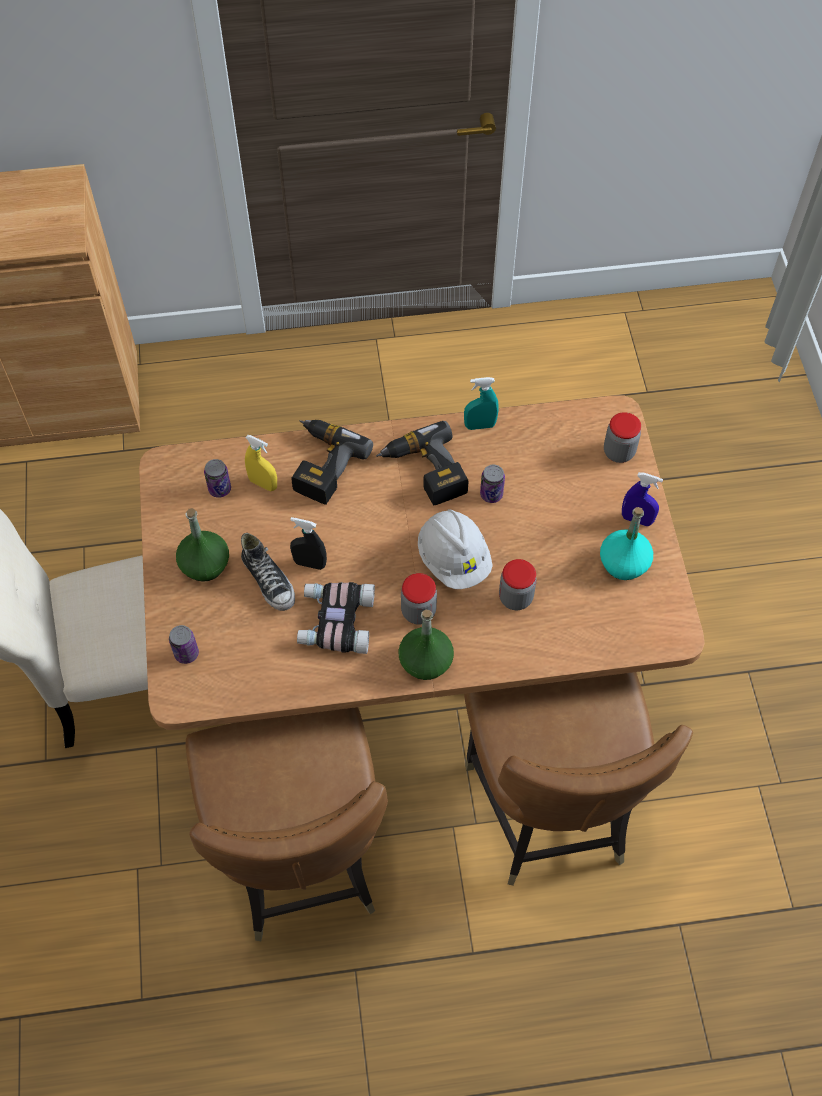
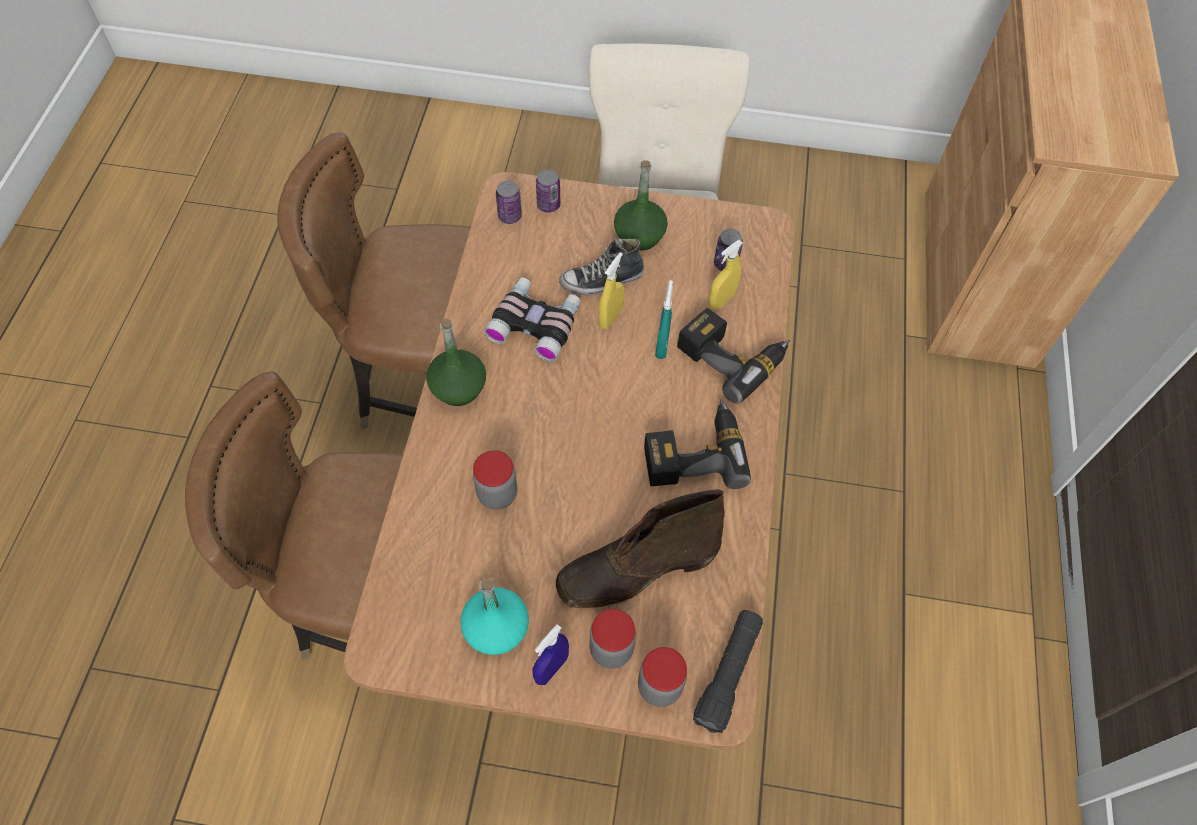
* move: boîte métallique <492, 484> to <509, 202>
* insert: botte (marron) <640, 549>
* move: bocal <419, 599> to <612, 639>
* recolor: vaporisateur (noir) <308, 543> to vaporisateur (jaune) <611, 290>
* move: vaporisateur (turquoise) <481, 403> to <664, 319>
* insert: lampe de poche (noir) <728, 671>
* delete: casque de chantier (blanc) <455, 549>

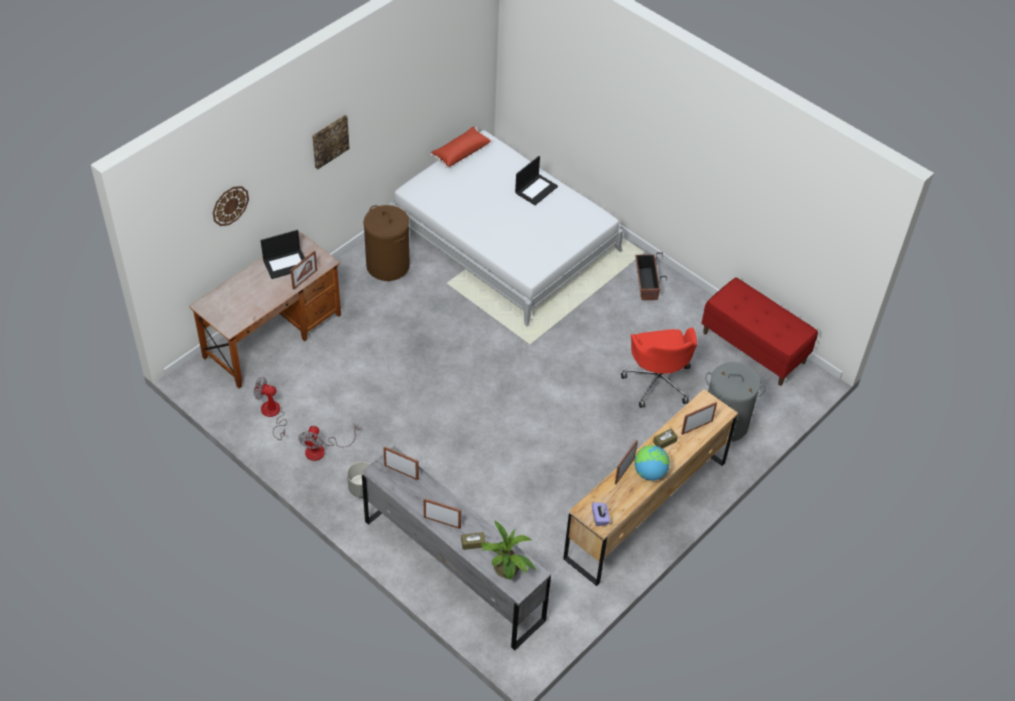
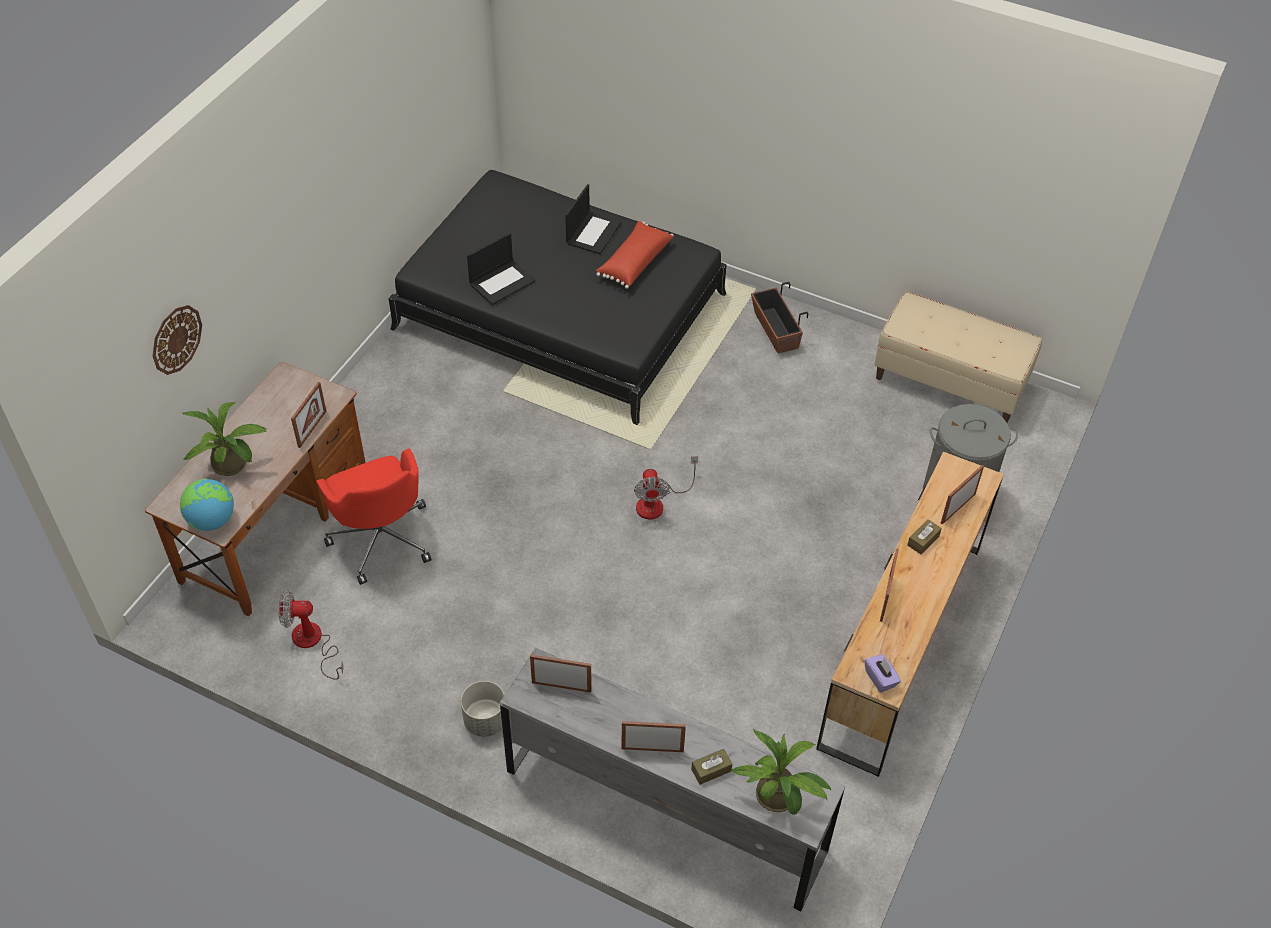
* move: globe <652, 463> to <207, 505>
* insert: plante en pot <224, 439>
* move: chaise de bureau (rouge) <659, 368> to <373, 516>
* recolor: lit (blanc) <505, 228> to lit (noir) <557, 297>
* move: ordinateur portable <283, 254> to <501, 269>
* move: coussin (rouge) <461, 147> to <635, 255>
* move: ventilateur <328, 442> to <666, 487>
* recolor: banc (rouge) <759, 332> to banc (beige) <958, 357>
* delete: tableau <331, 142>
* delete: panier à linge (marron) <387, 243>

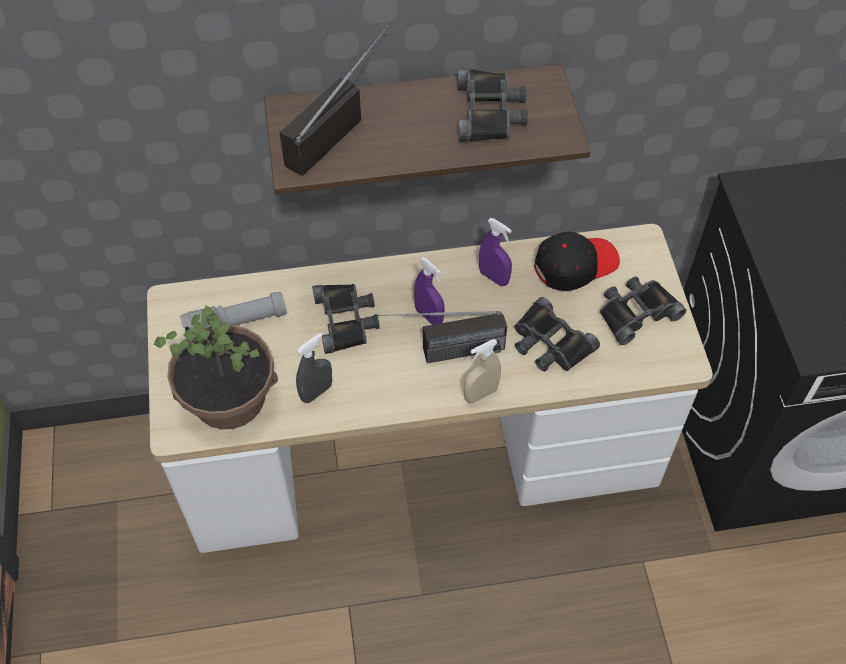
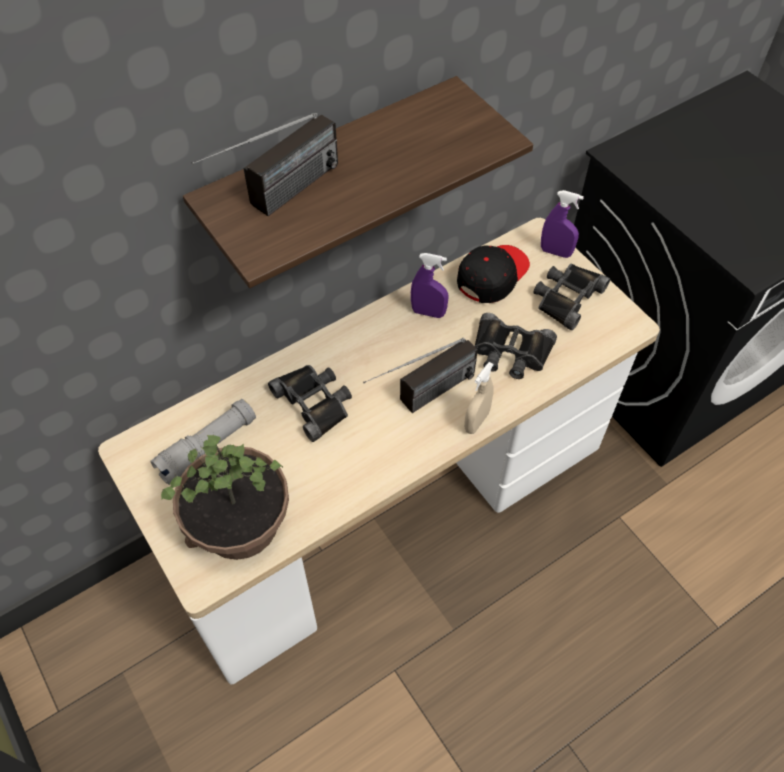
* rotate: radio <333, 101> = <265, 164> 150 degrees counterclockwise
* move: vaporisateur (violet) <429, 291> to <562, 224>
* delete: vaporisateur (gris) <314, 368>
* delete: jumelles (noir) <492, 105>

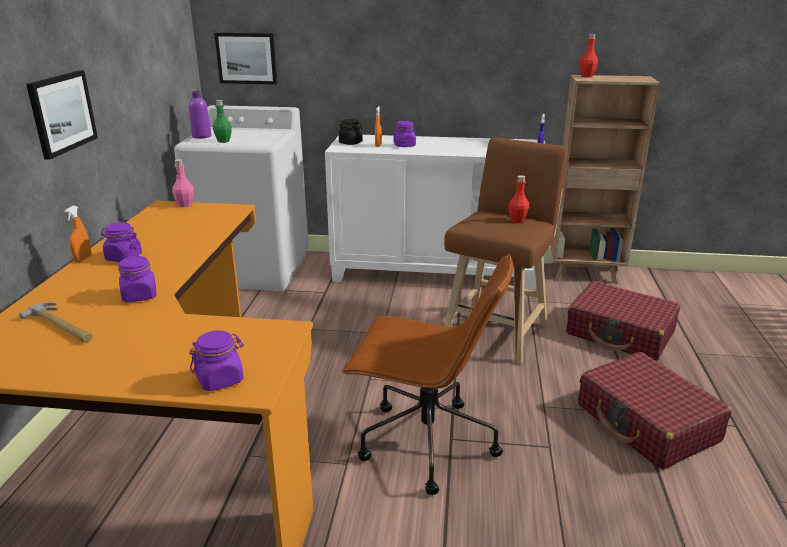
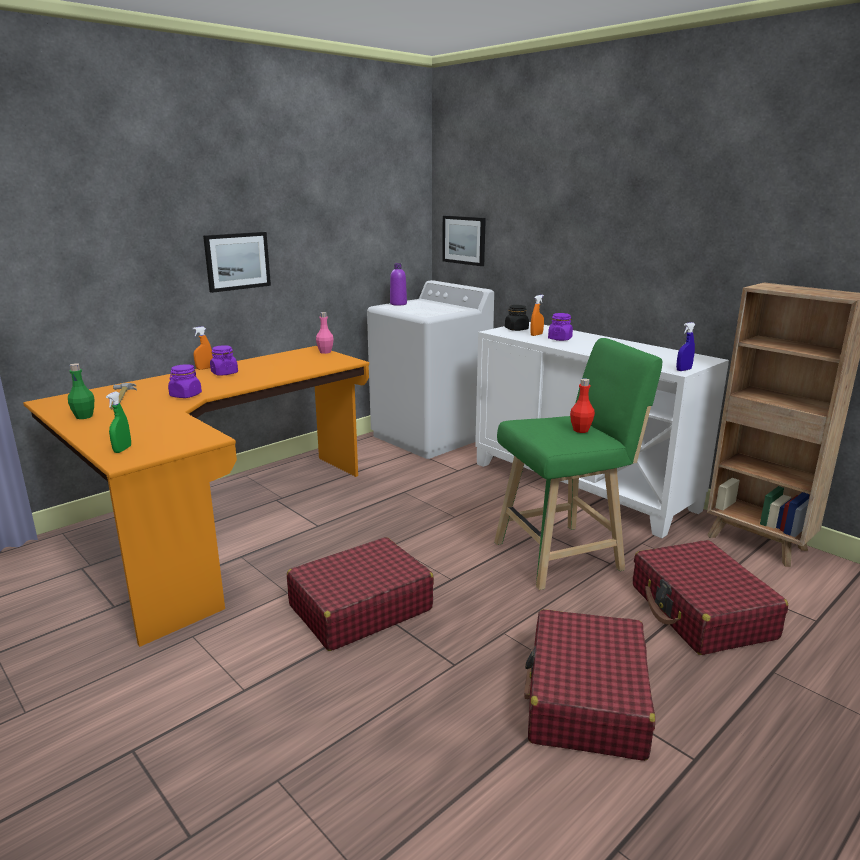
* move: bouteille (vert) <222, 121> to <81, 391>
* replace: bocal (violet) <216, 360> to vaporisateur (vert) <118, 422>
* replace: chaise de bureau (marron) <427, 374> to valise (rouge) <360, 594>
* recolor: tabouret (marron) <506, 251> to tabouret (vert) <578, 464>
* delete: bouteille (rouge) <588, 55>

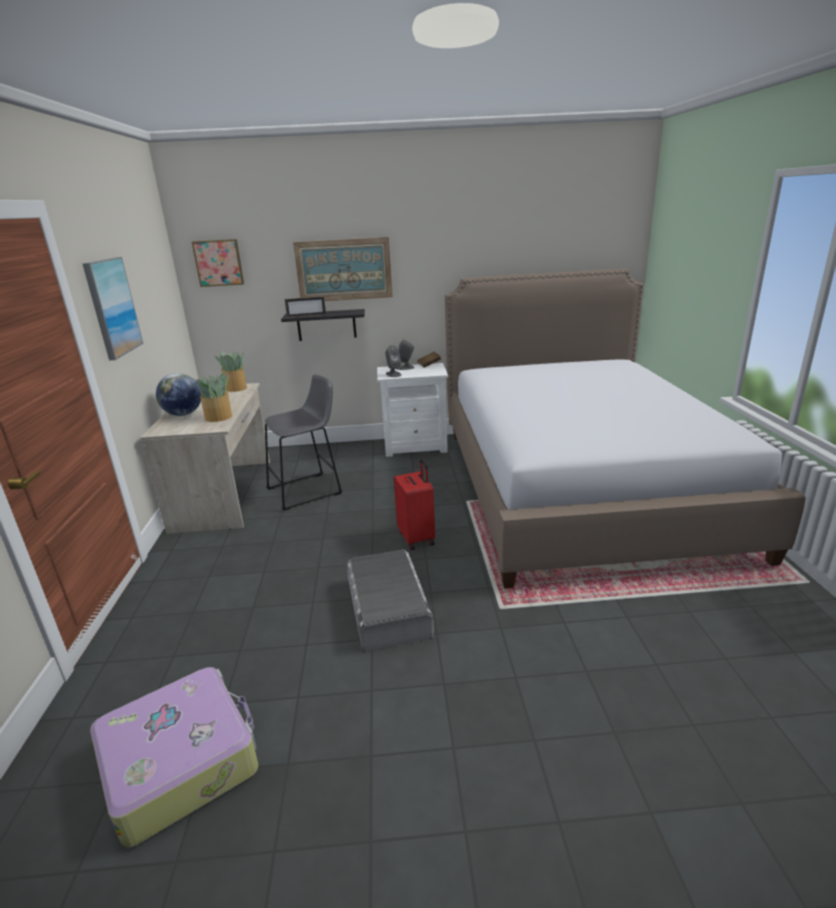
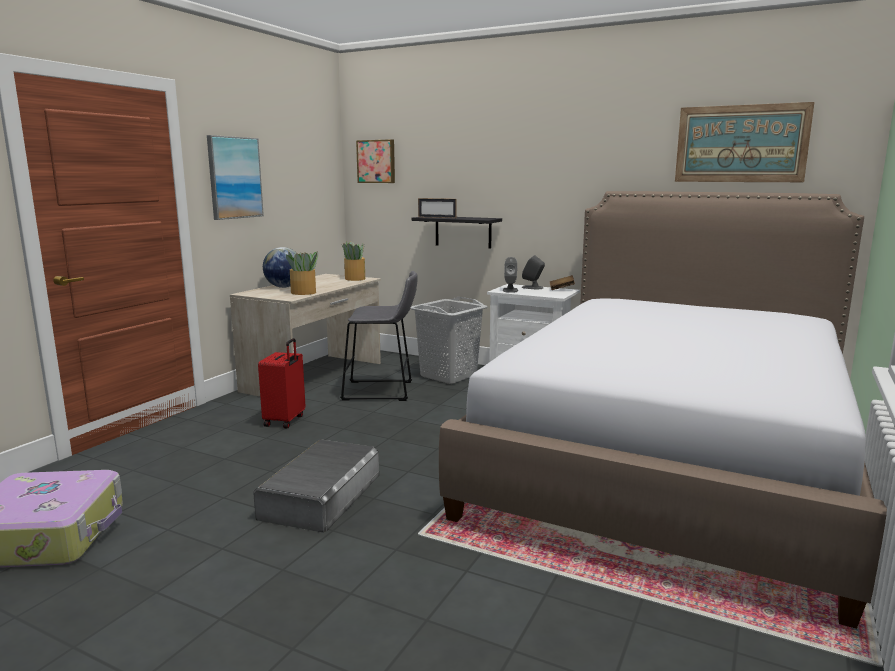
* move: valise (rouge) <414, 504> to <281, 383>
* insert: panier à linge (gris) <449, 340>
* move: tableau <343, 269> to <745, 142>

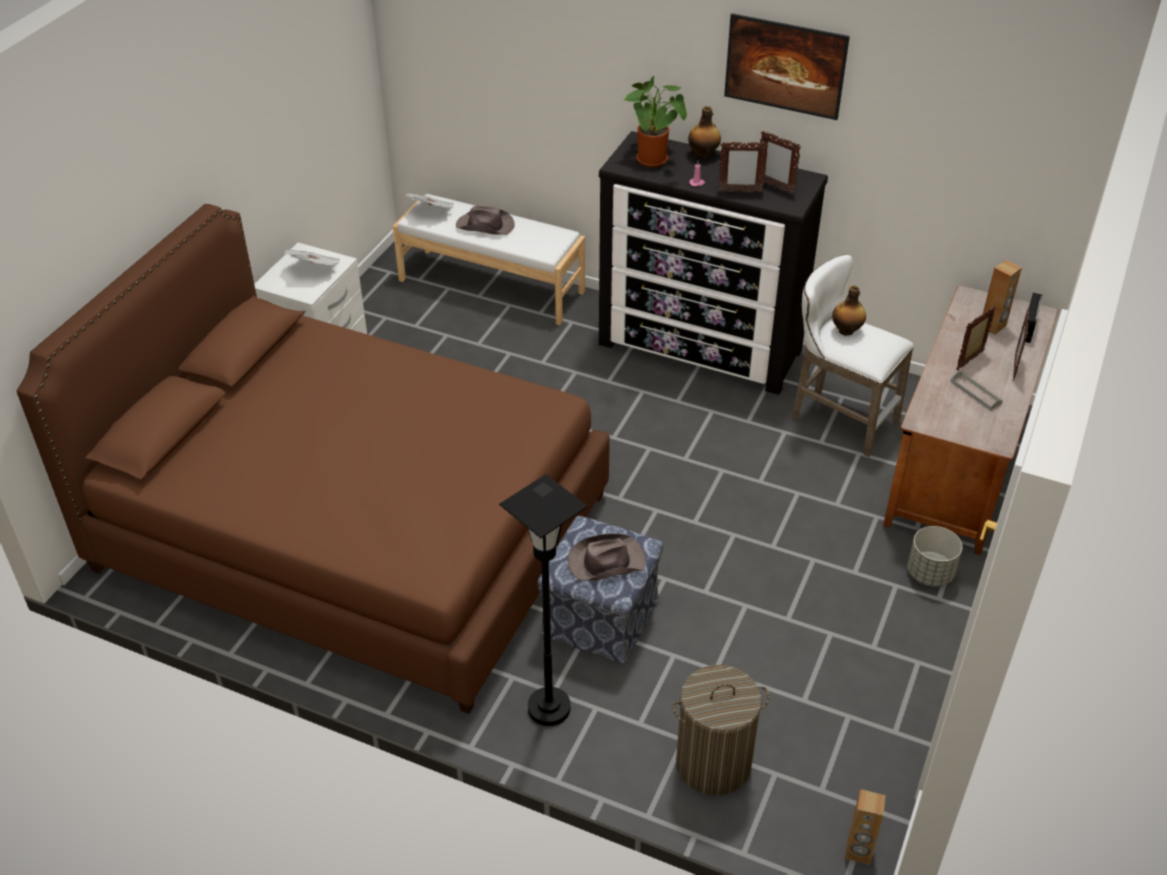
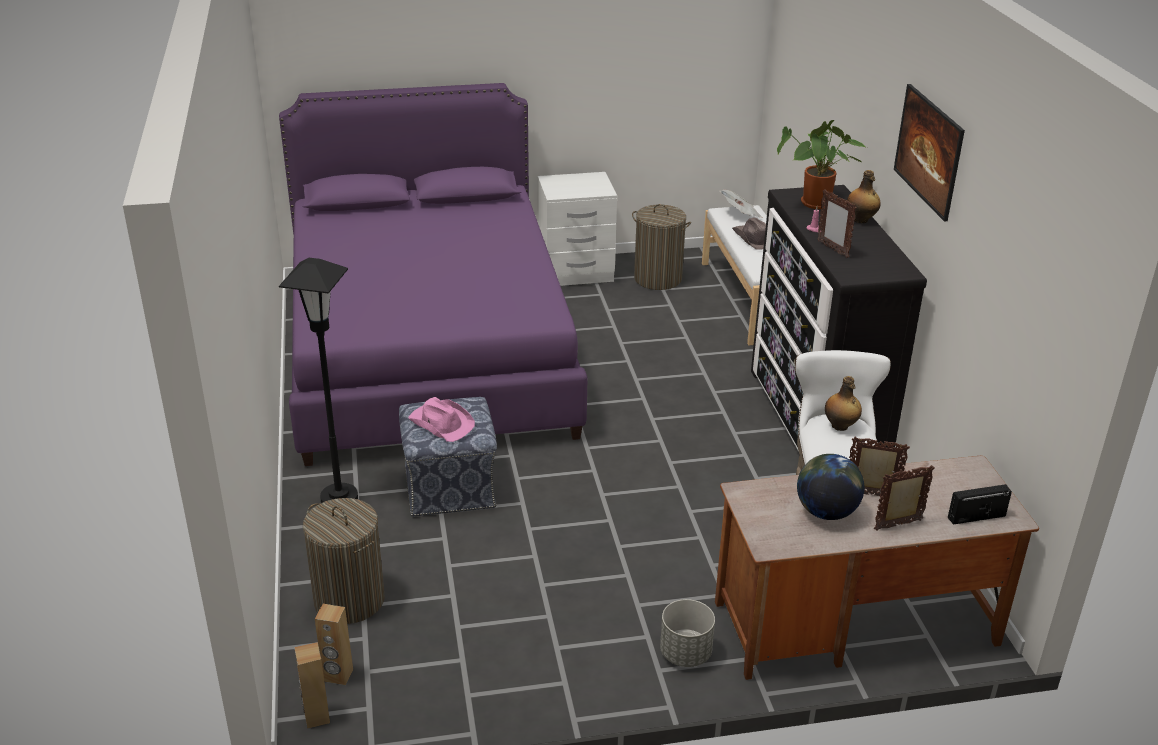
* recolor: lit (marron) <313, 459> to lit (violet) <433, 274>
* move: enceinte (marron) <1002, 297> to <334, 644>
* recolor: chapeau (marron) <607, 557> to chapeau (rose) <441, 419>
* insert: panier à linge <661, 247>
* replace: plateau (gris) <976, 391> to globe <830, 487>
* delete: journal <312, 258>
* delete: cadre photo <780, 162>

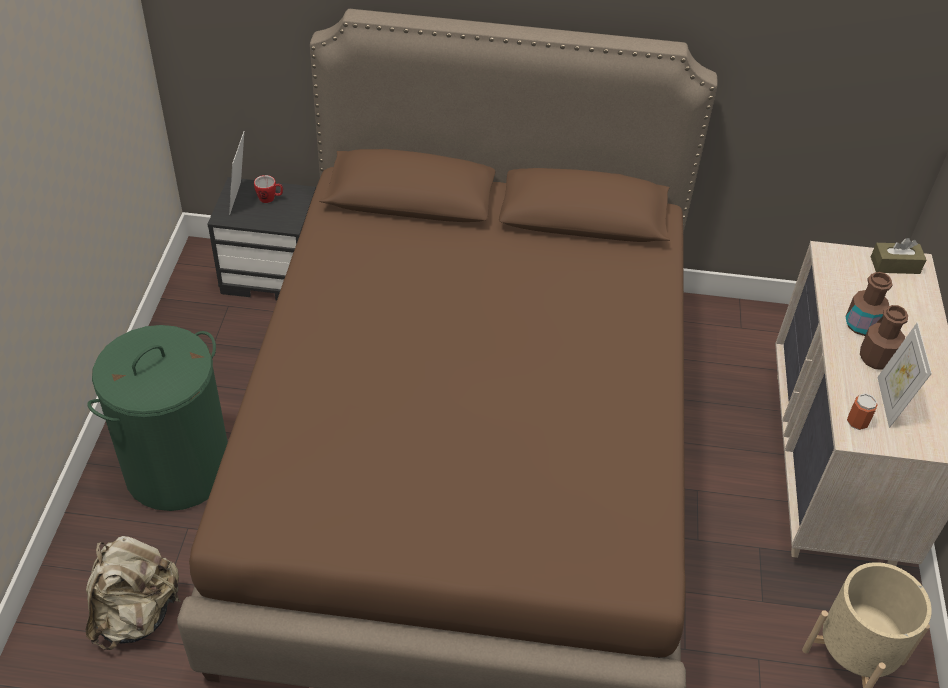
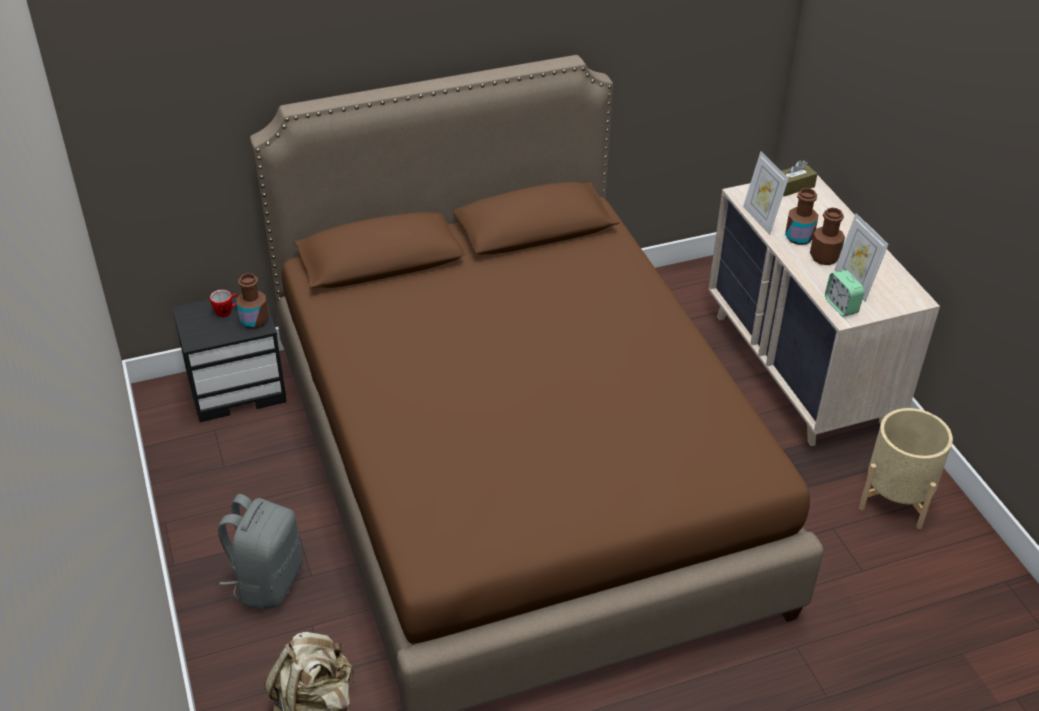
* replace: panier à linge (vert) <157, 418> to sac à dos (gris) <260, 551>
* insert: bouteille (marron) <253, 300>
* move: cadre photo <236, 173> to <766, 193>
* replace: boîte métallique <862, 411> to réveil <844, 293>

